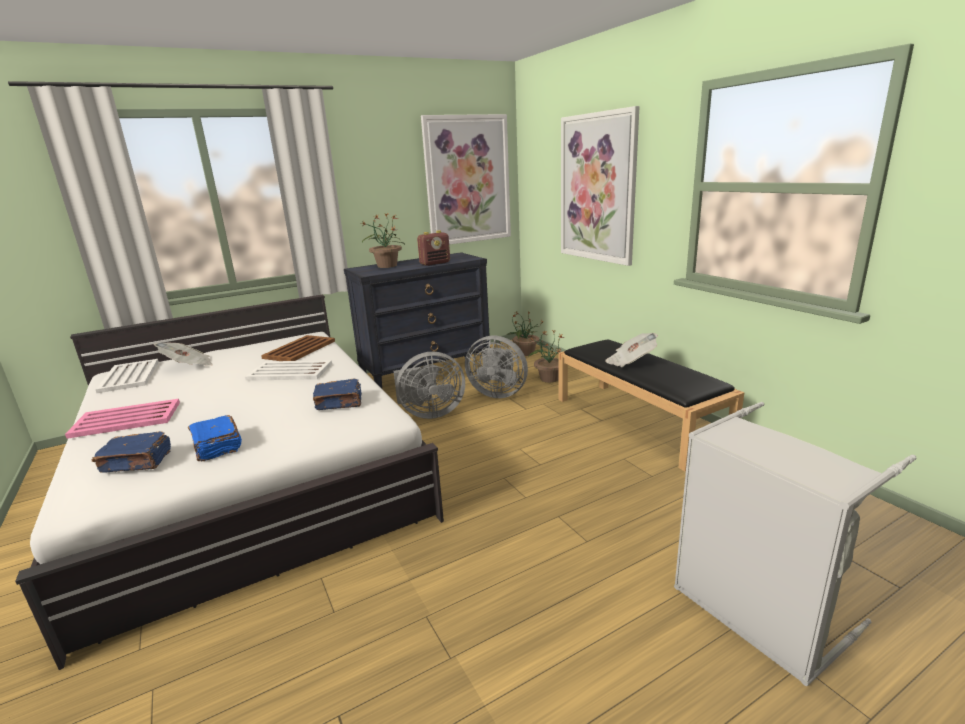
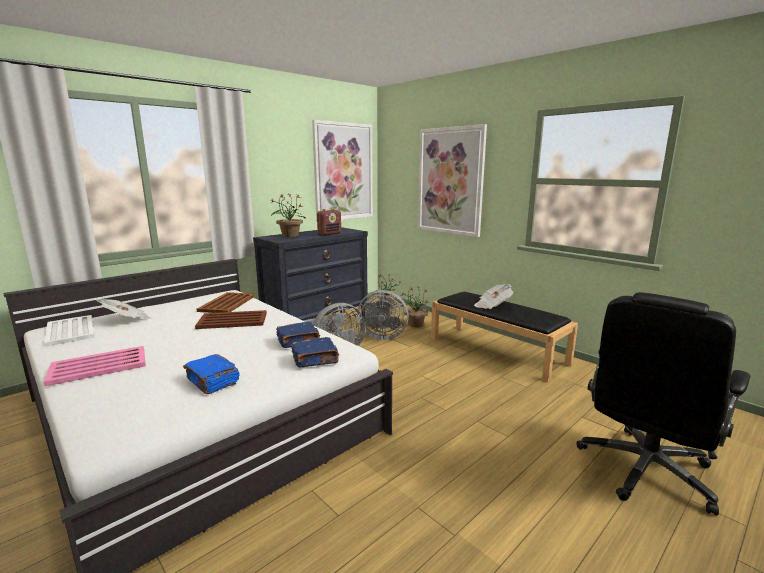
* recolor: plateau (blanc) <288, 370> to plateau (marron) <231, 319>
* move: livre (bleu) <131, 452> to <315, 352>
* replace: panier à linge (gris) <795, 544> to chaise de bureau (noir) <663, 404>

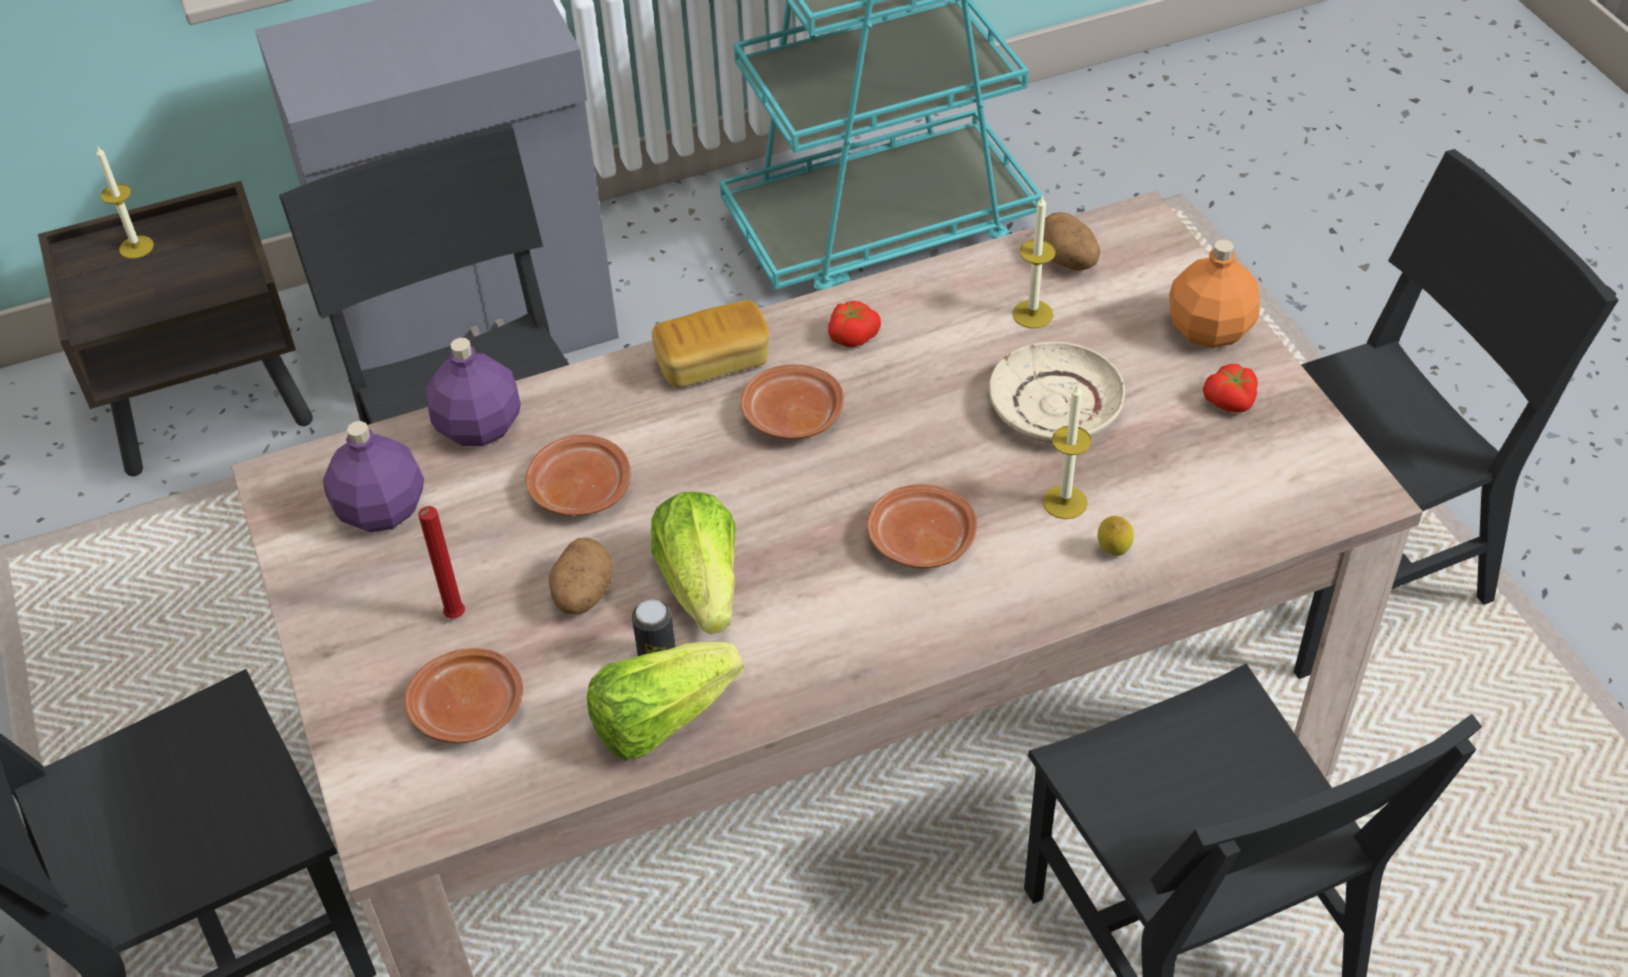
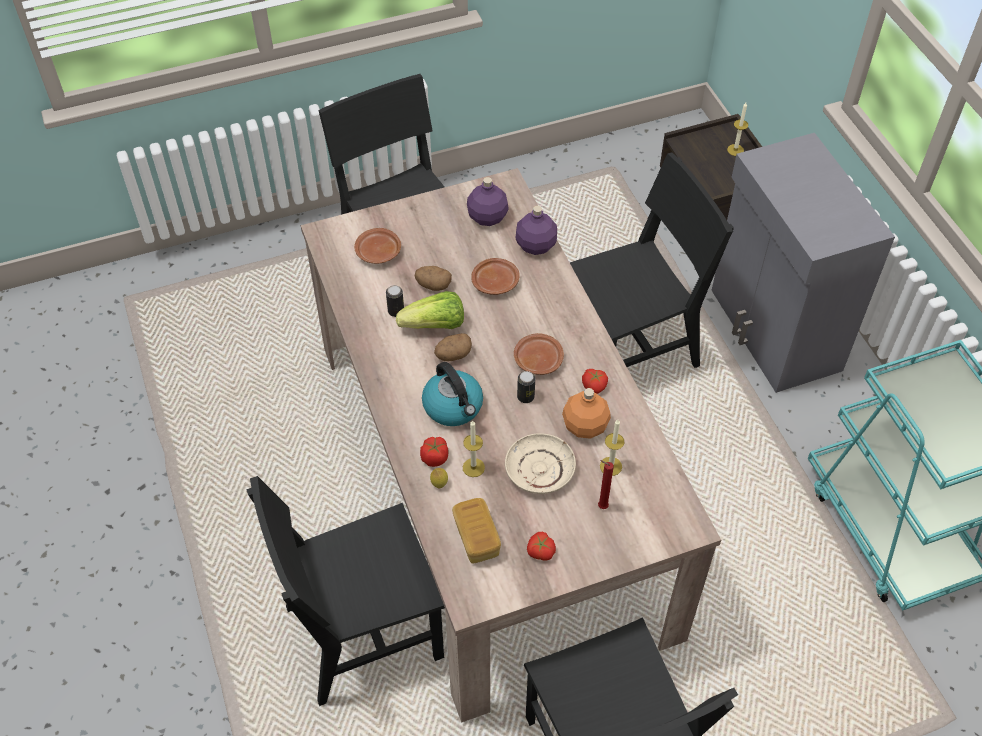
* insert: tomate <434, 452>
* replace: assiette (marron) <922, 526> to bouilloire <452, 394>
* move: pomme de terre <1071, 241> to <453, 347>
* move: pain <710, 343> to <476, 531>
* insert: boîte métallique <526, 387>
* move: bouteille (orange) <1214, 294> to <586, 413>
* move: bougie (rouge) <441, 562> to <606, 484>
* delete: laitue <665, 701>

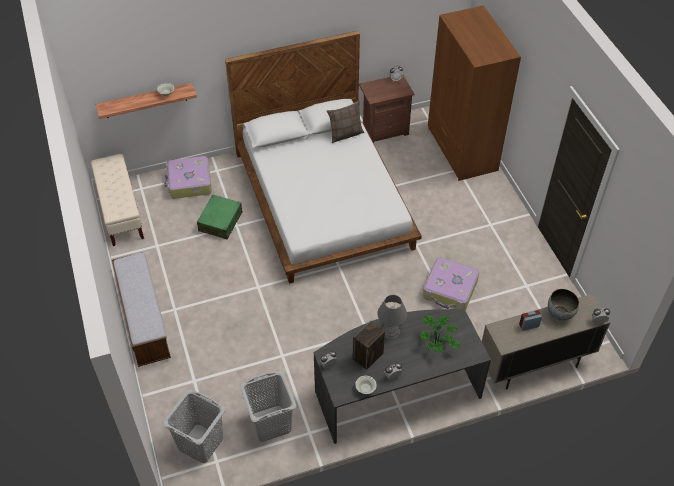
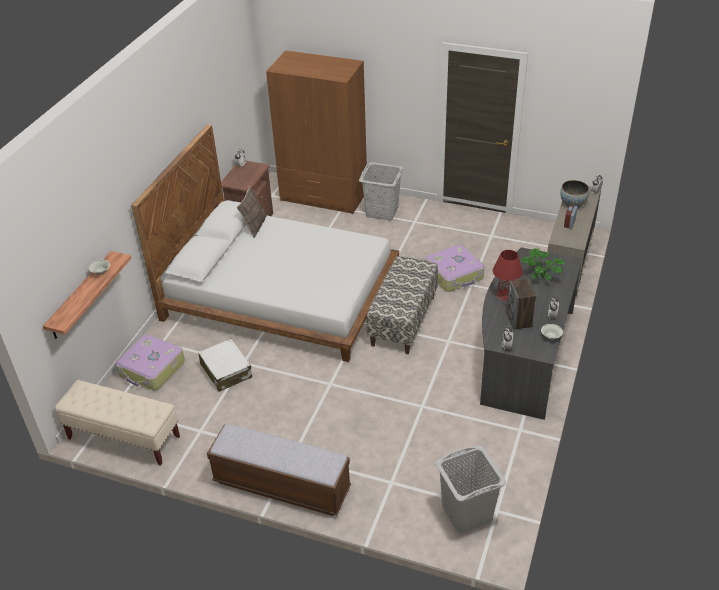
* recolor: valise (vert) <219, 217> to valise (blanc) <225, 365>
* move: panier à linge (gris) <267, 406> to <381, 191>
* insert: banc <402, 305>
* recolor: lampe de table (gris) <392, 317> to lampe de table (rouge) <508, 275>

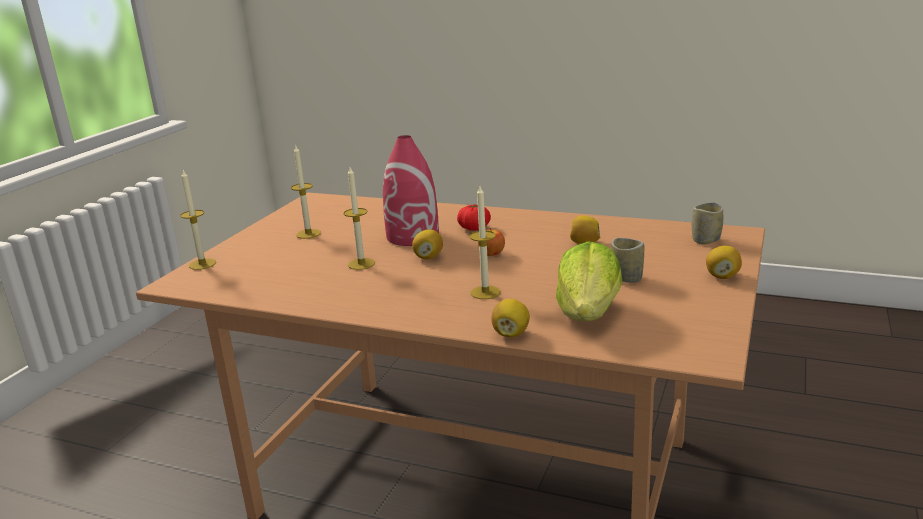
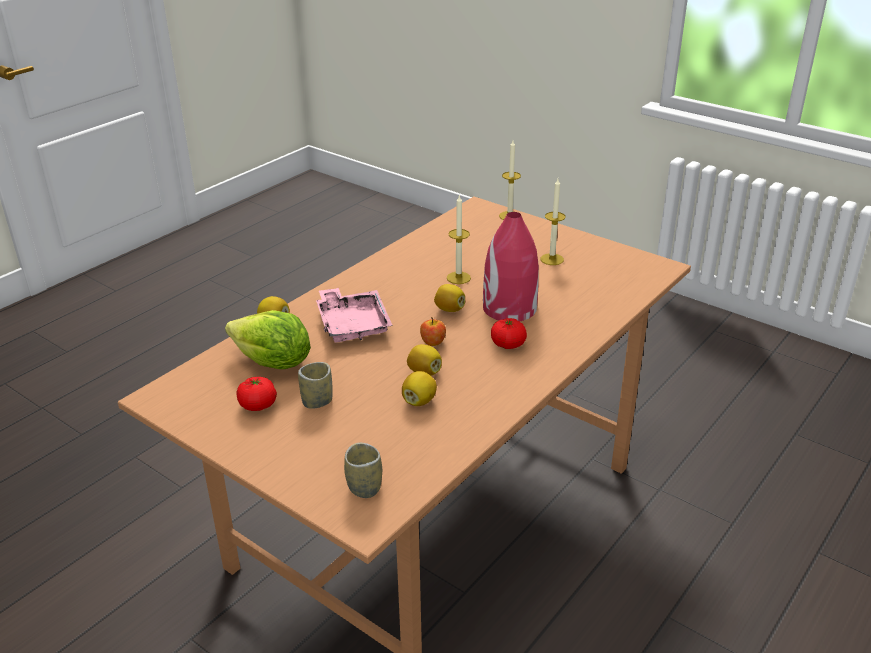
* insert: tomate <256, 394>
* replace: bougie <484, 242> to plateau (rose) <354, 315>
* move: citron <724, 262> to <424, 360>

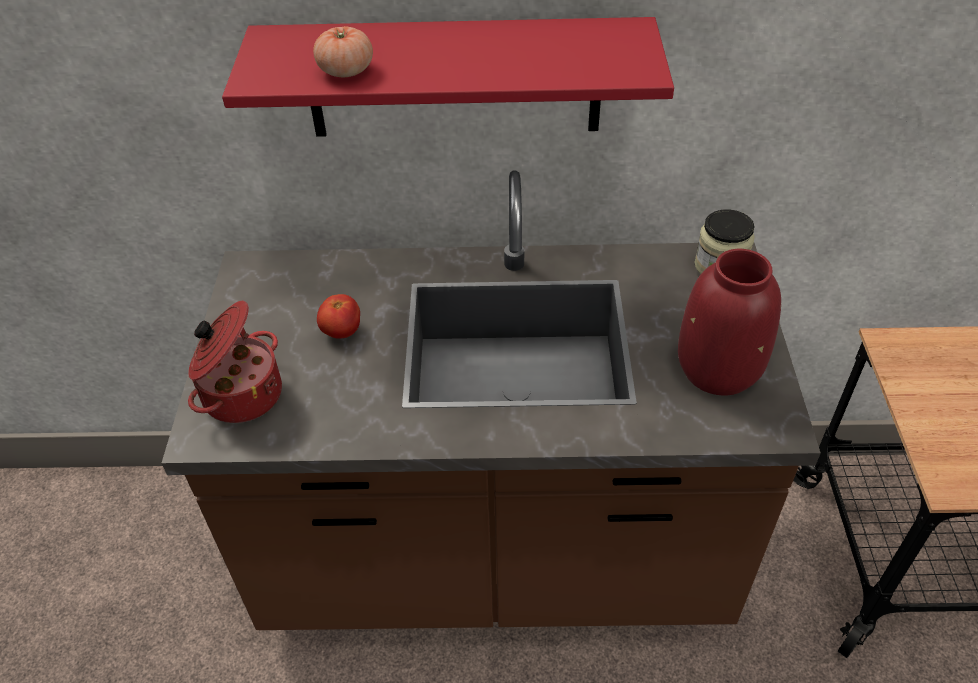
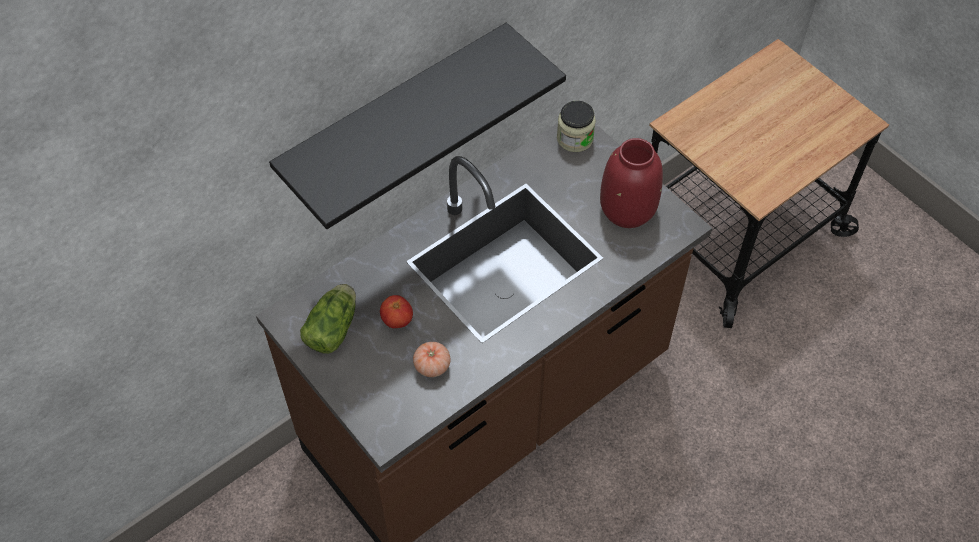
* recolor: étagère (rouge) <448, 77> to étagère (noir) <417, 126>
* insert: laitue <328, 319>
* move: tomate <343, 51> to <432, 359>
* delete: marmite <235, 362>

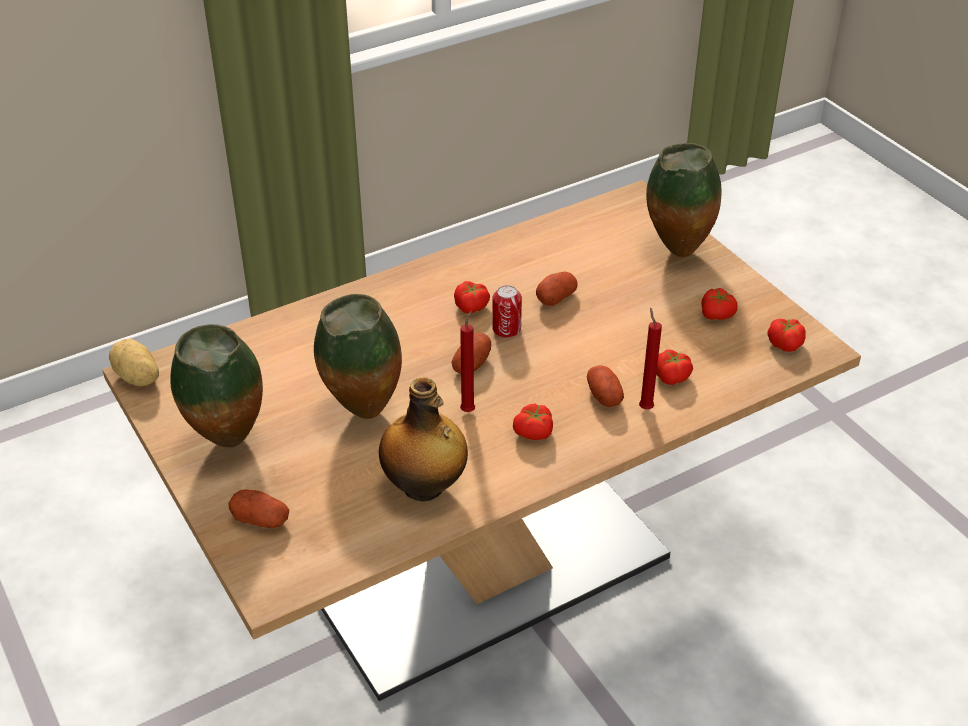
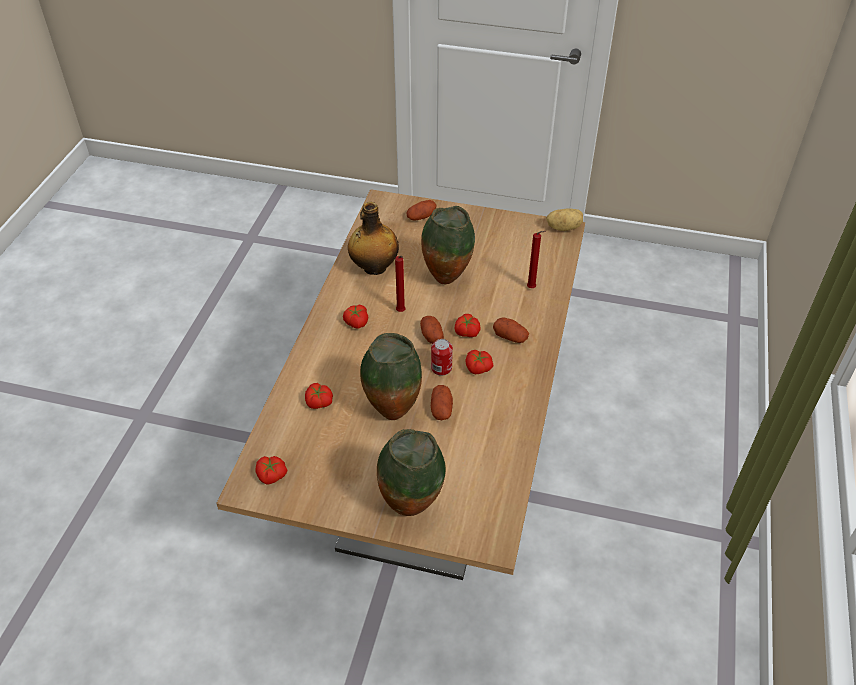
* move: vase <216, 386> to <391, 376>
* move: tomate <719, 304> to <468, 325>
* move: pomme de terre <605, 386> to <511, 330>
* move: bougie (rouge) <650, 358> to <536, 259>

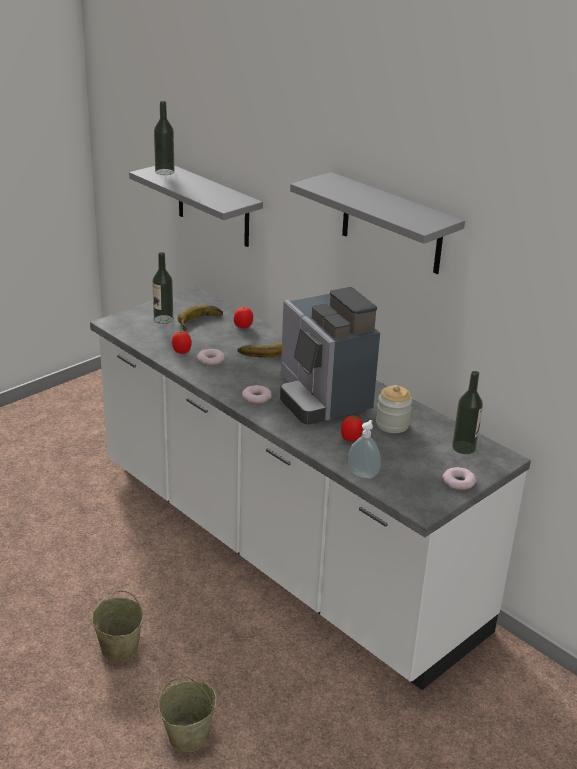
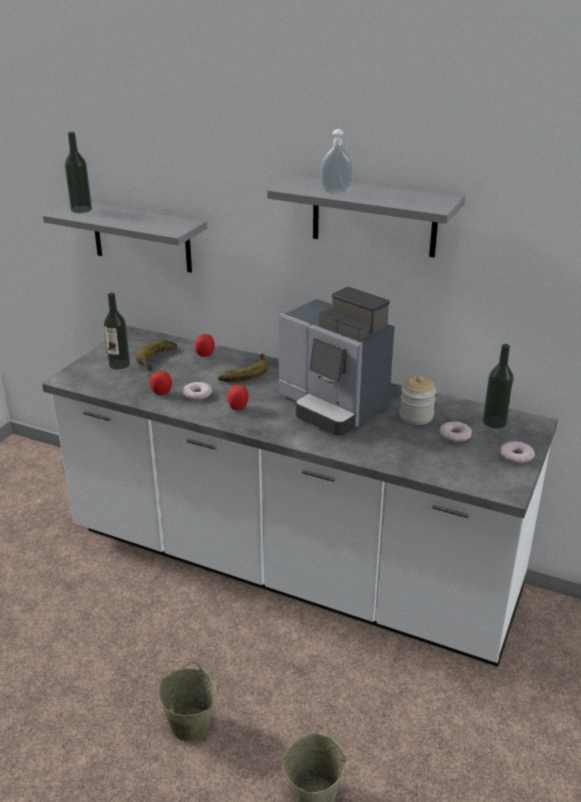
* move: tomate <352, 428> to <238, 397>
* move: distributeur de savon <364, 449> to <337, 161>
* move: beignet <257, 394> to <456, 431>

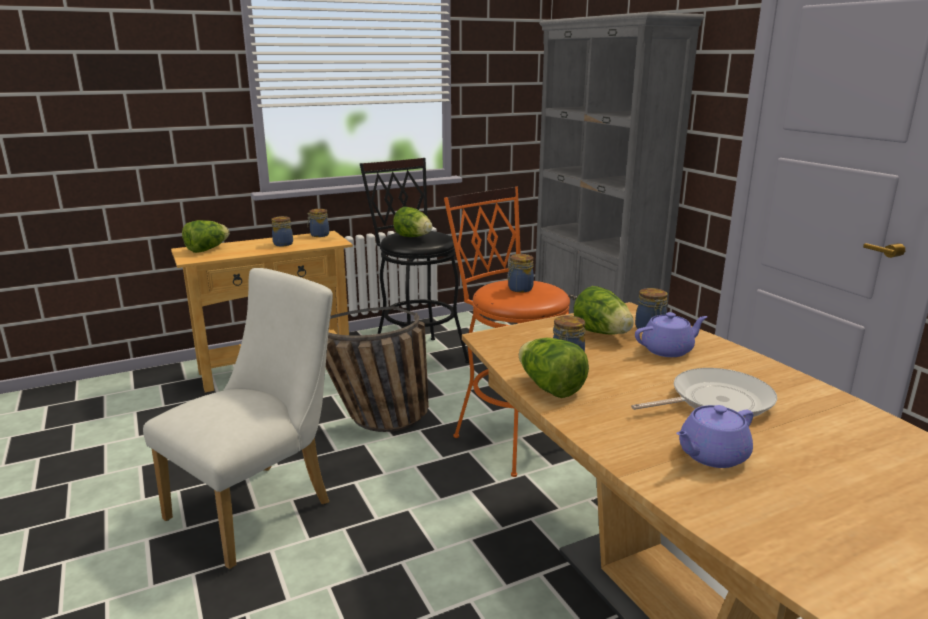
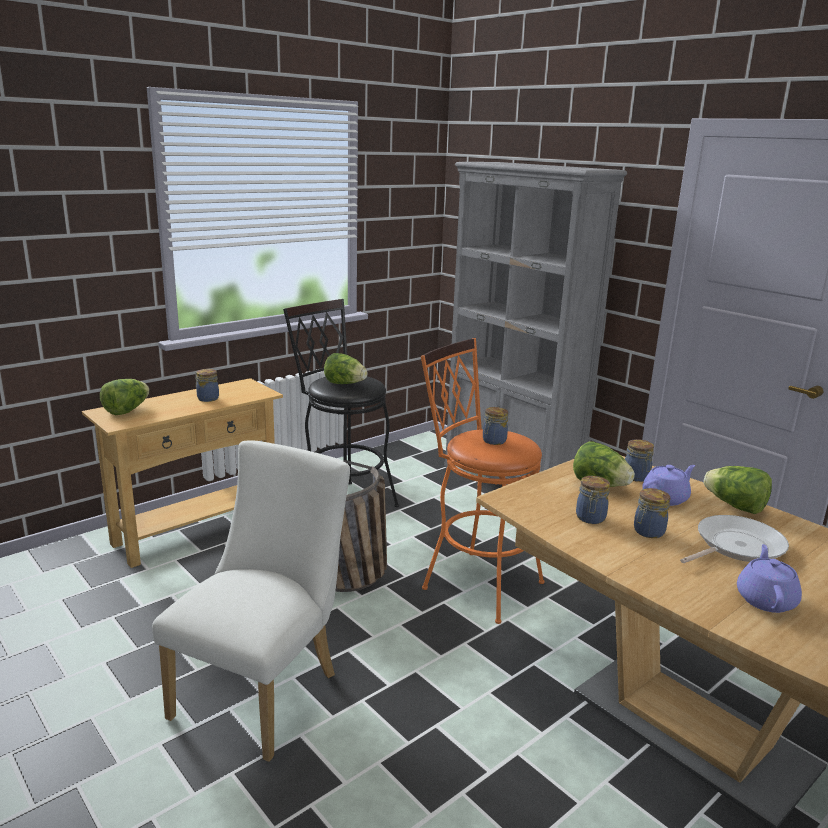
* move: bocal <318, 223> to <652, 513>
* move: laitue <554, 368> to <737, 490>
* rotate: théière (violet) <714, 436> = <769, 578> 150 degrees clockwise

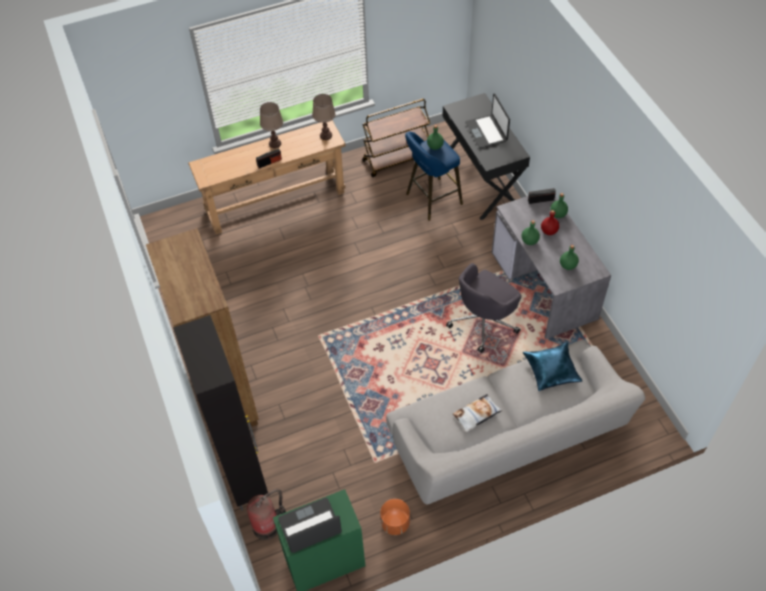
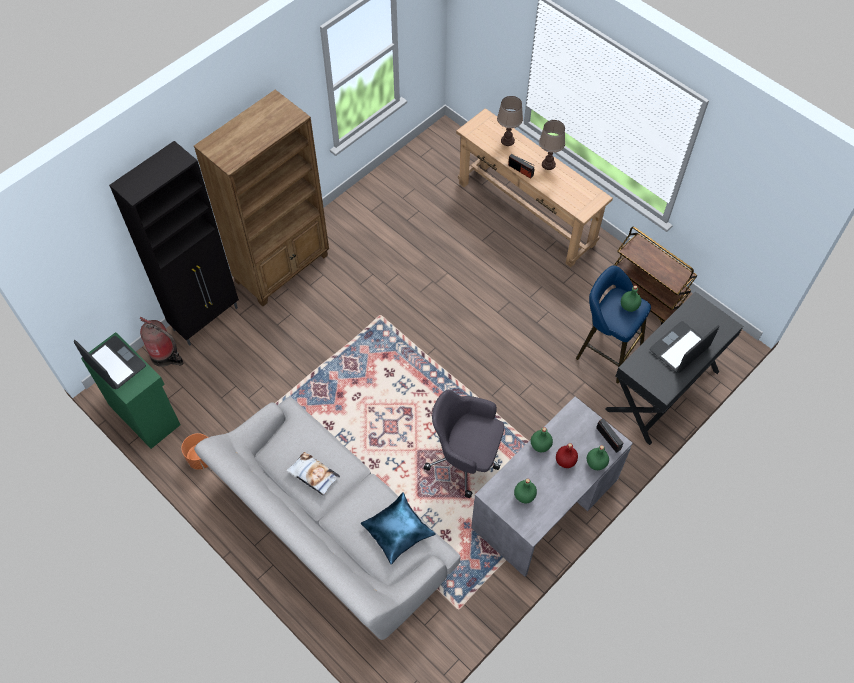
* move: lampe de table (marron) <324, 117> to <510, 121>

